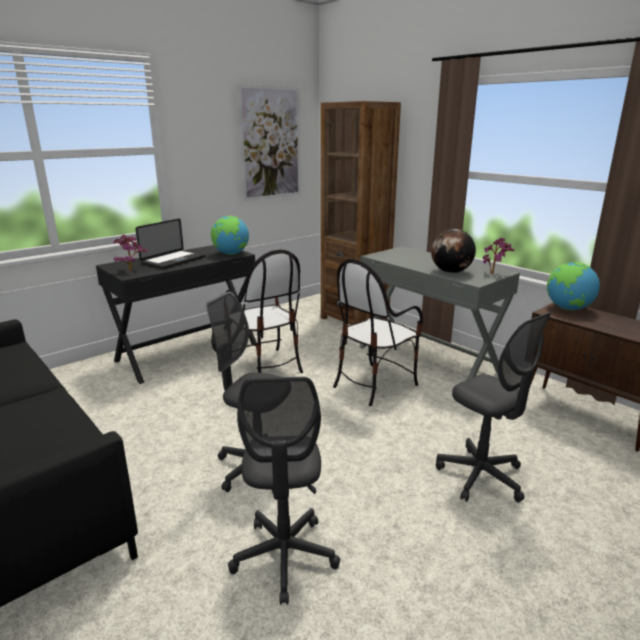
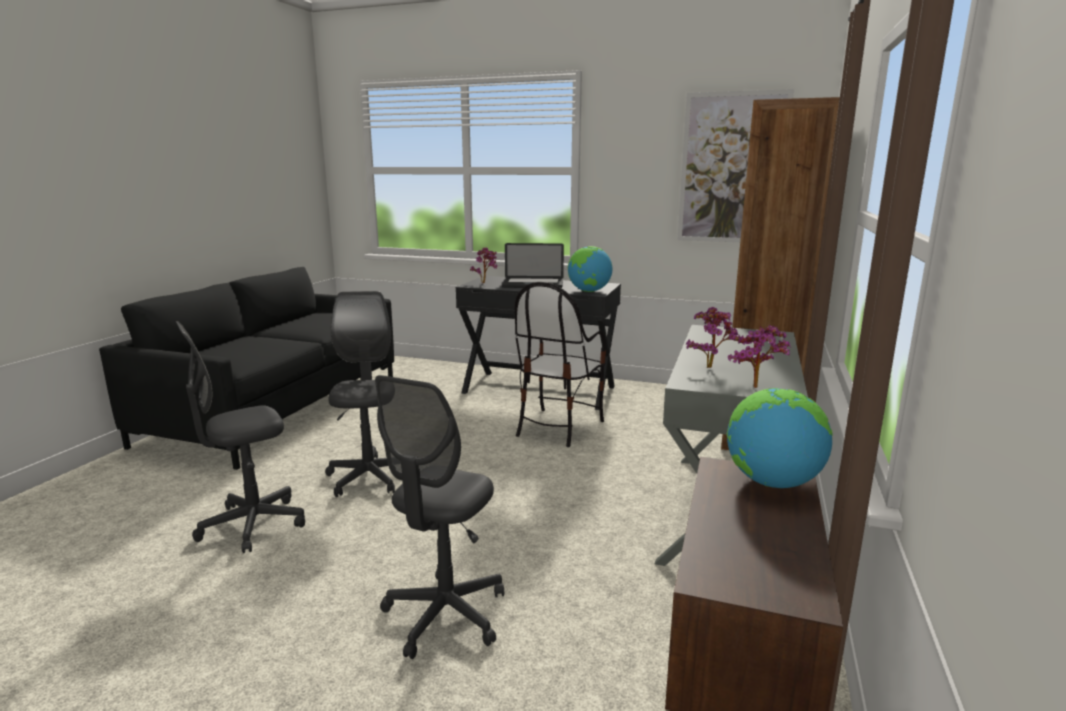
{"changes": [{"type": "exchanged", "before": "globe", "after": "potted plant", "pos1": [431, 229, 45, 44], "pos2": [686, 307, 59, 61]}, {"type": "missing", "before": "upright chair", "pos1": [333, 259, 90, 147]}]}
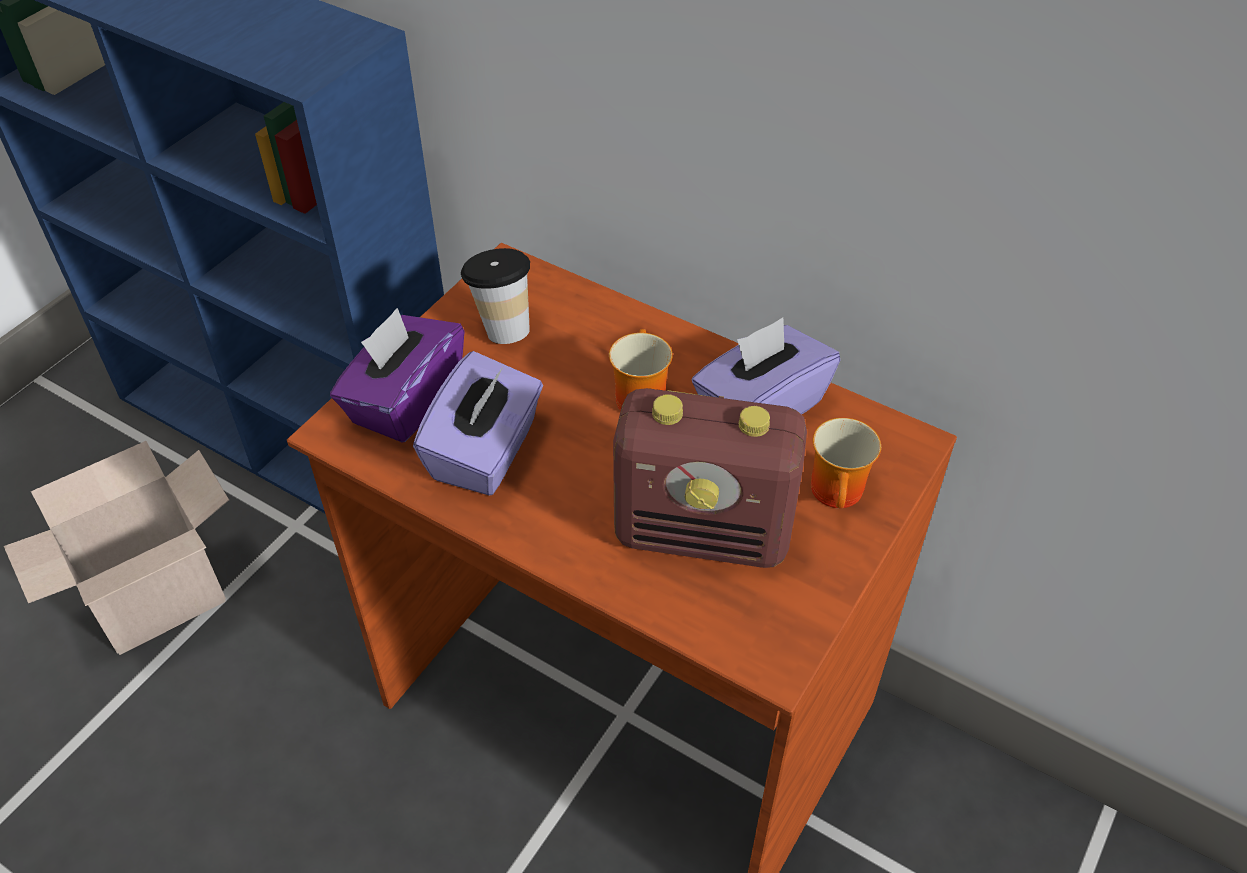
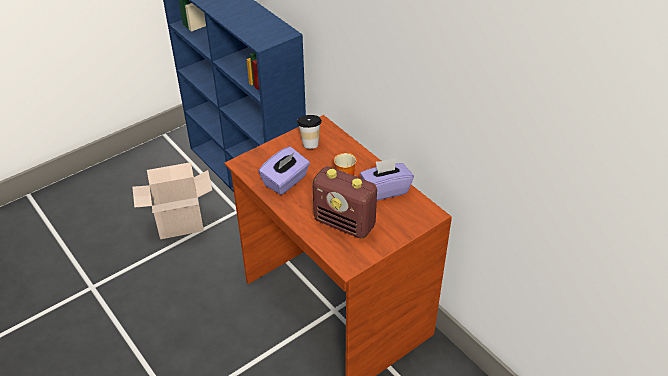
{"changes": [{"type": "missing", "before": "purple box of tissues", "pos1": [330, 308, 135, 135]}, {"type": "missing", "before": "tea mug", "pos1": [811, 418, 70, 90]}]}
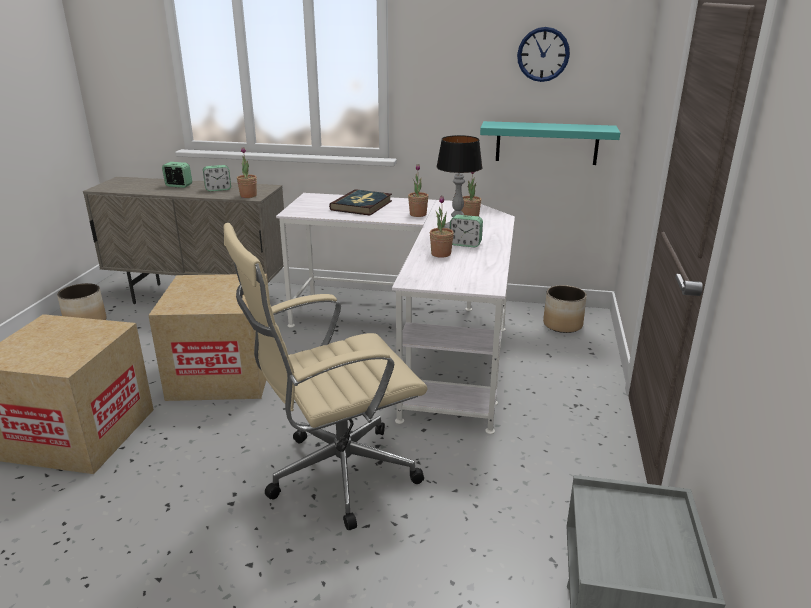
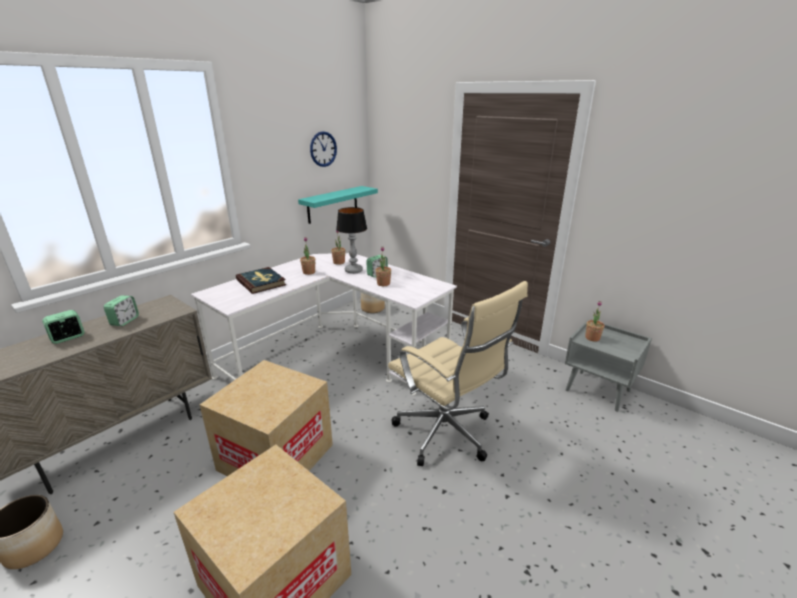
{"changes": [{"type": "spun", "before": "sand-coloured computer chair", "pos1": [224, 223, 203, 307], "pos2": [388, 281, 140, 185], "turn": -45}, {"type": "relocated", "before": "potted plant", "pos1": [237, 147, 20, 51], "pos2": [585, 301, 20, 41]}]}
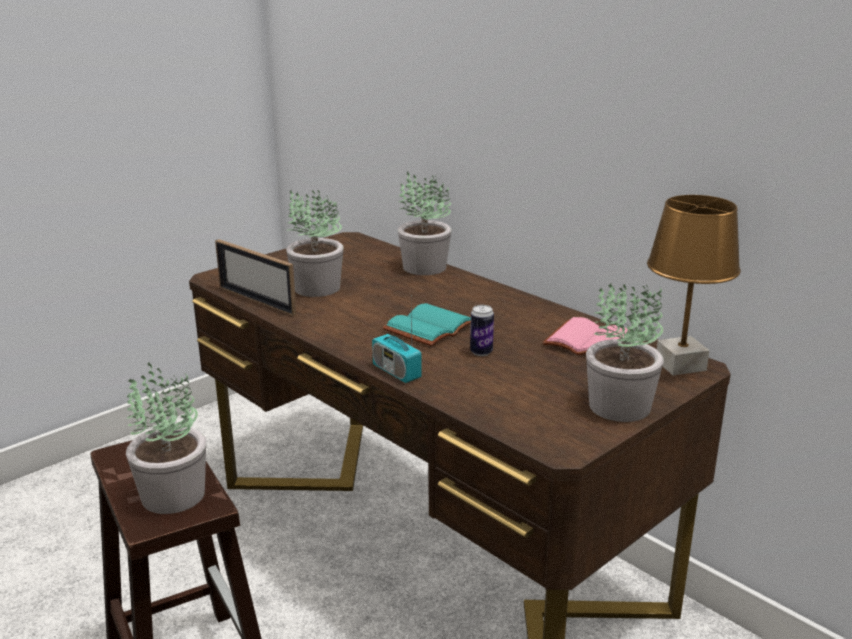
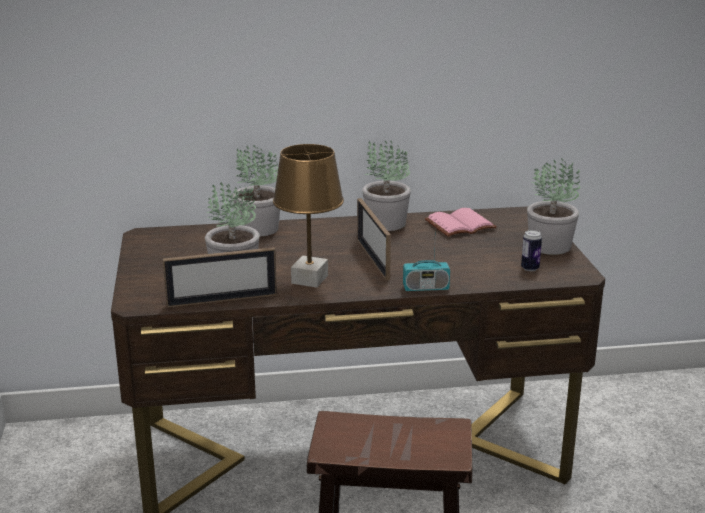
{"changes": [{"type": "relocated", "before": "brownish lamp for a table", "pos1": [647, 195, 94, 181], "pos2": [273, 144, 71, 144]}, {"type": "exchanged", "before": "blue-green volume", "after": "photo frame", "pos1": [383, 303, 88, 43], "pos2": [357, 198, 34, 82]}, {"type": "relocated", "before": "potted plant", "pos1": [126, 362, 80, 152], "pos2": [362, 141, 49, 90]}, {"type": "relocated", "before": "sealed can", "pos1": [470, 305, 24, 51], "pos2": [521, 230, 21, 41]}]}
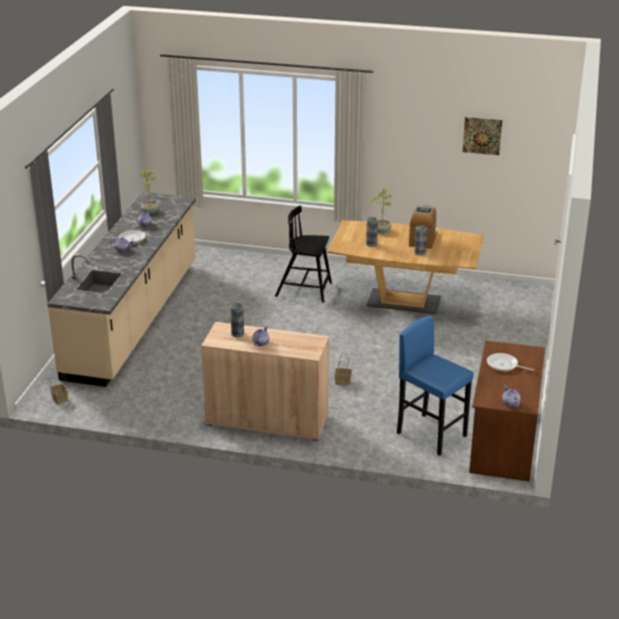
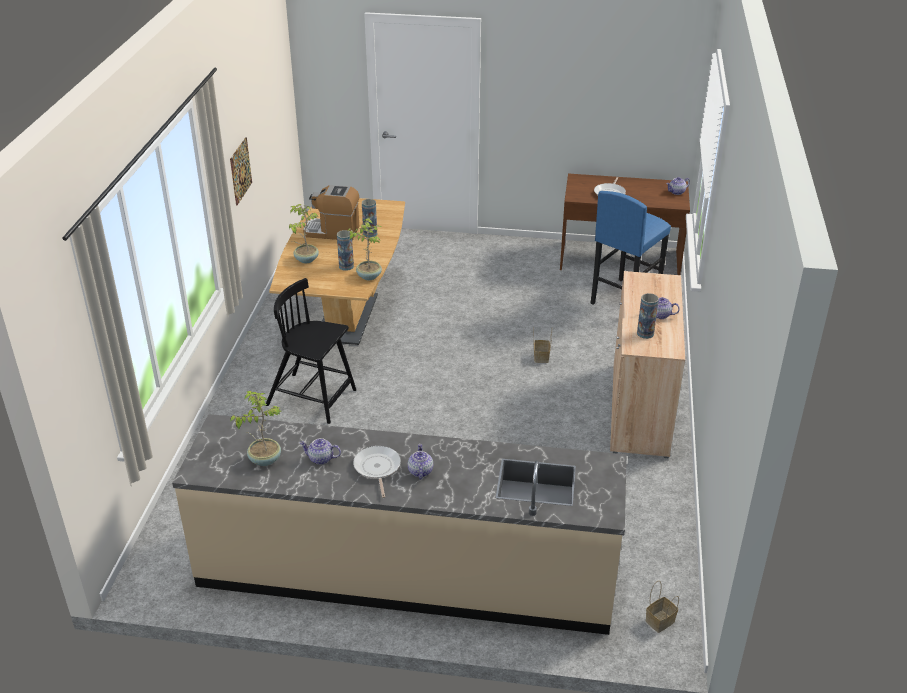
{"changes": [{"type": "relocated", "before": "picture", "pos1": [463, 117, 39, 38], "pos2": [230, 137, 22, 68]}, {"type": "spun", "before": "black upright chair", "pos1": [275, 205, 57, 97], "pos2": [266, 278, 90, 146], "turn": 105}, {"type": "appeared", "after": "potted plant", "pos2": [346, 218, 36, 62]}]}
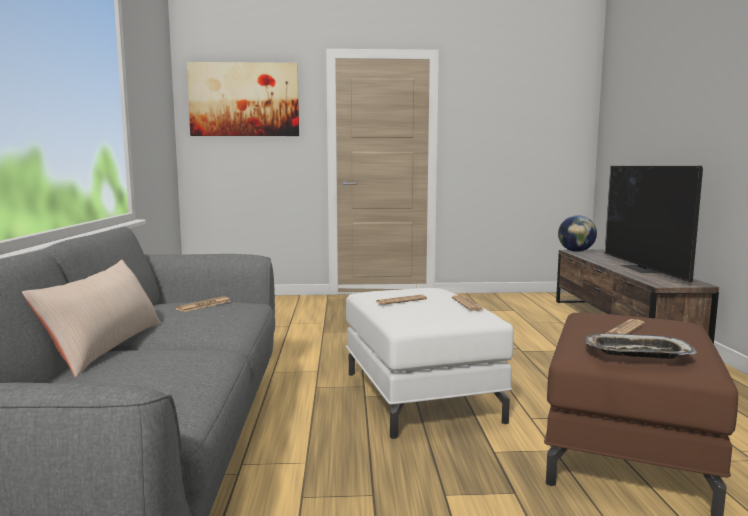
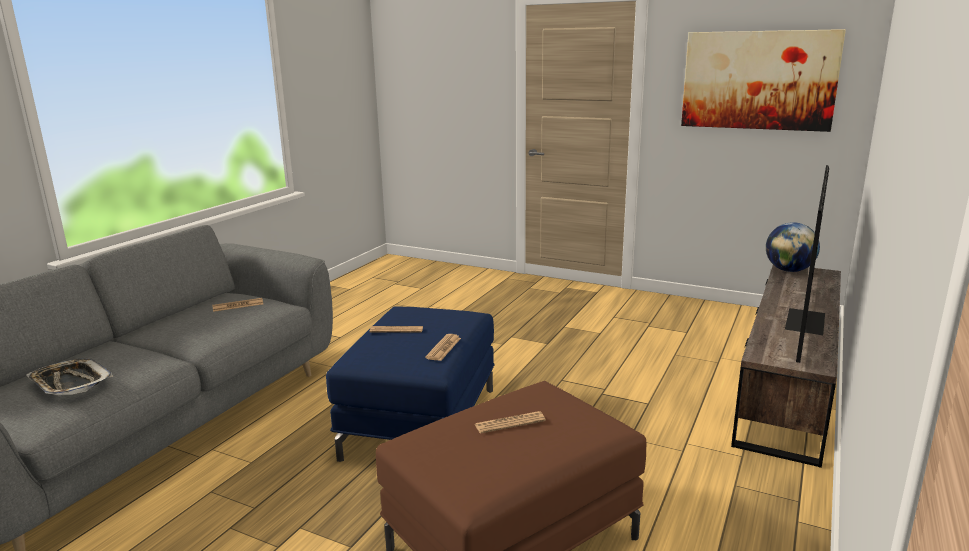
{"changes": [{"type": "relocated", "before": "carrying tray", "pos1": [585, 333, 112, 26], "pos2": [26, 358, 87, 38]}, {"type": "colour", "before": "white ottoman", "after": "blue ottoman", "pos1": [346, 288, 168, 151], "pos2": [326, 306, 169, 156]}, {"type": "relocated", "before": "picture", "pos1": [187, 62, 112, 74], "pos2": [681, 29, 165, 103]}, {"type": "missing", "before": "sand-coloured throw pillow", "pos1": [22, 260, 139, 117]}]}
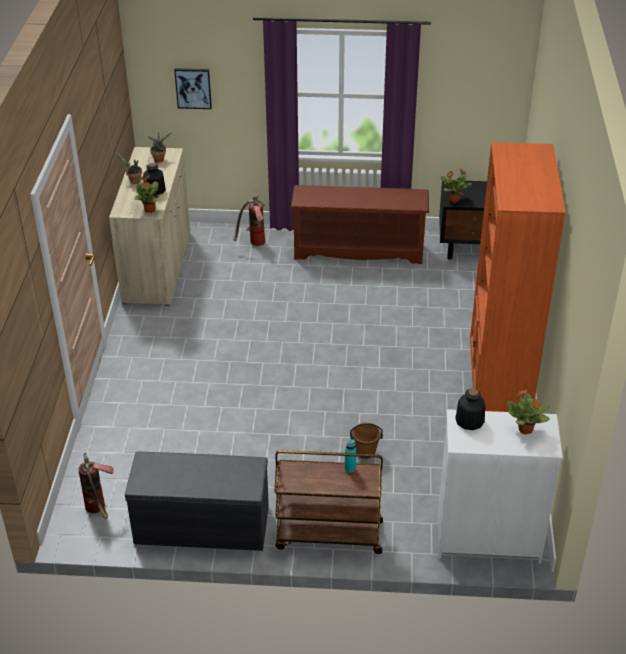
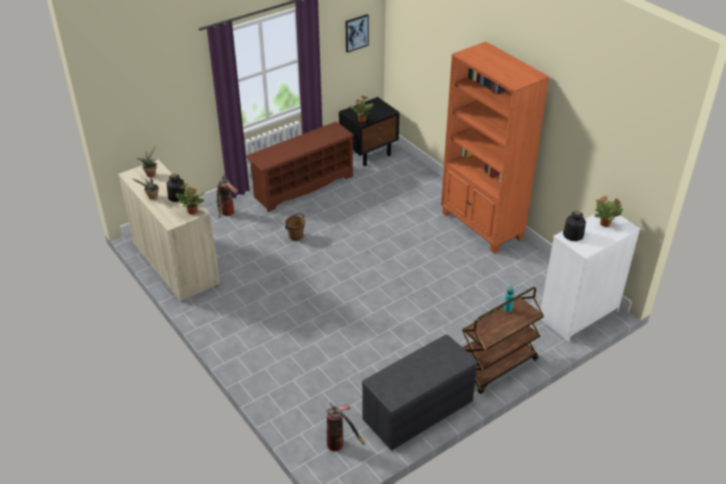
{"changes": [{"type": "relocated", "before": "brownish pail", "pos1": [350, 423, 33, 36], "pos2": [285, 213, 21, 28]}, {"type": "relocated", "before": "picture", "pos1": [174, 68, 38, 41], "pos2": [346, 14, 23, 39]}]}
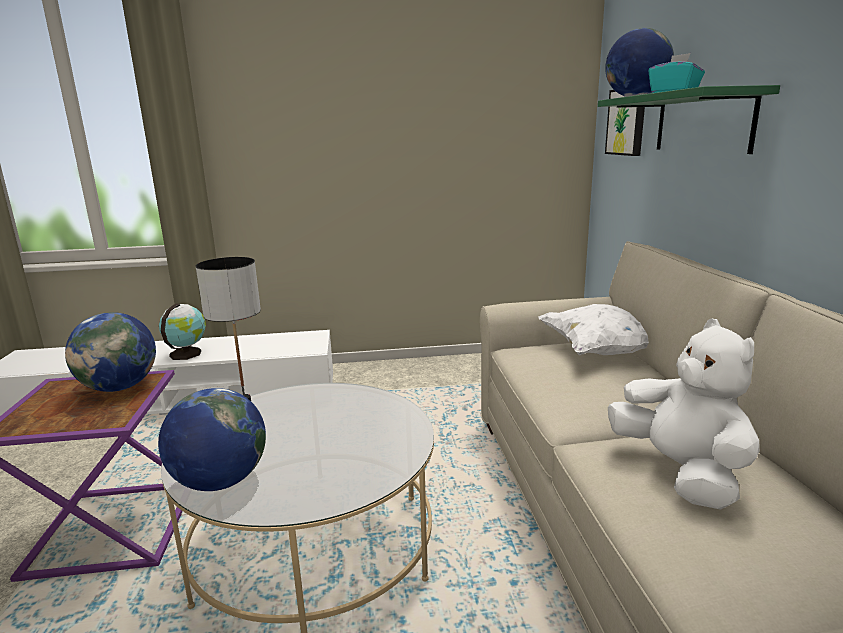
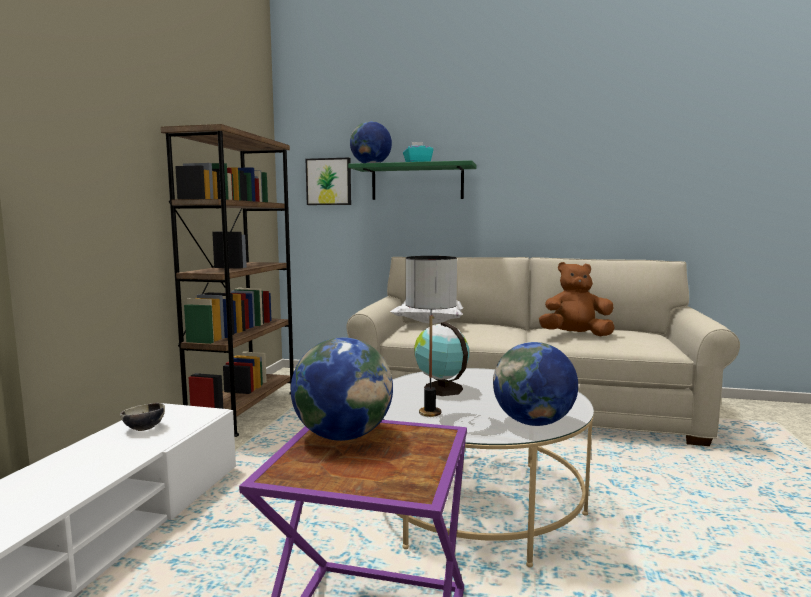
{"changes": [{"type": "appeared", "after": "serving bowl", "pos2": [120, 403, 45, 28]}, {"type": "appeared", "after": "brownish bookshelf", "pos2": [161, 124, 133, 313]}, {"type": "relocated", "before": "globe", "pos1": [159, 303, 47, 57], "pos2": [414, 322, 55, 74]}, {"type": "colour", "before": "white soft toy", "after": "brownish soft toy", "pos1": [608, 319, 152, 191], "pos2": [539, 262, 76, 75]}]}
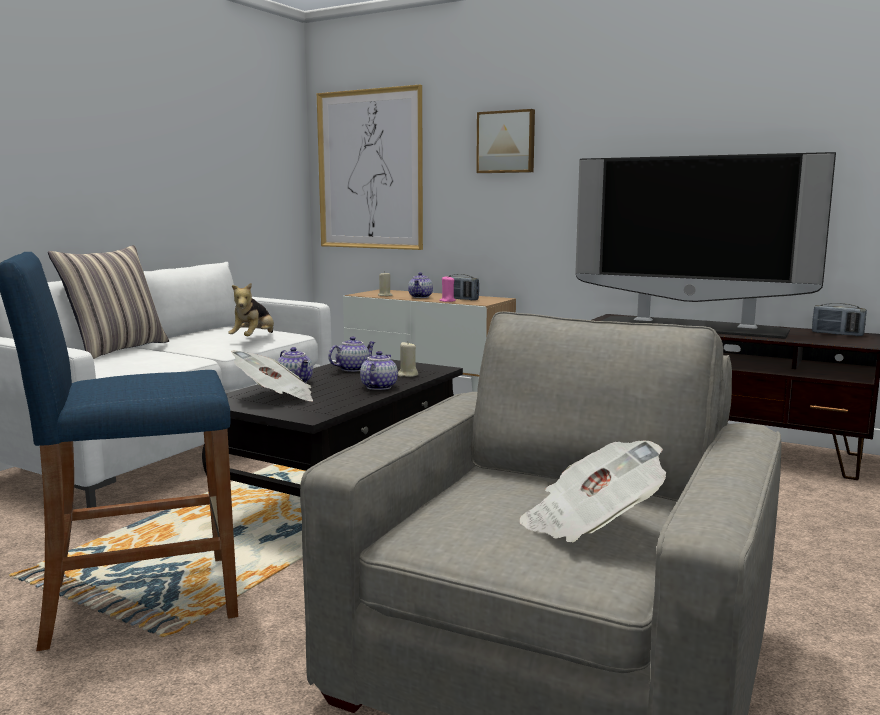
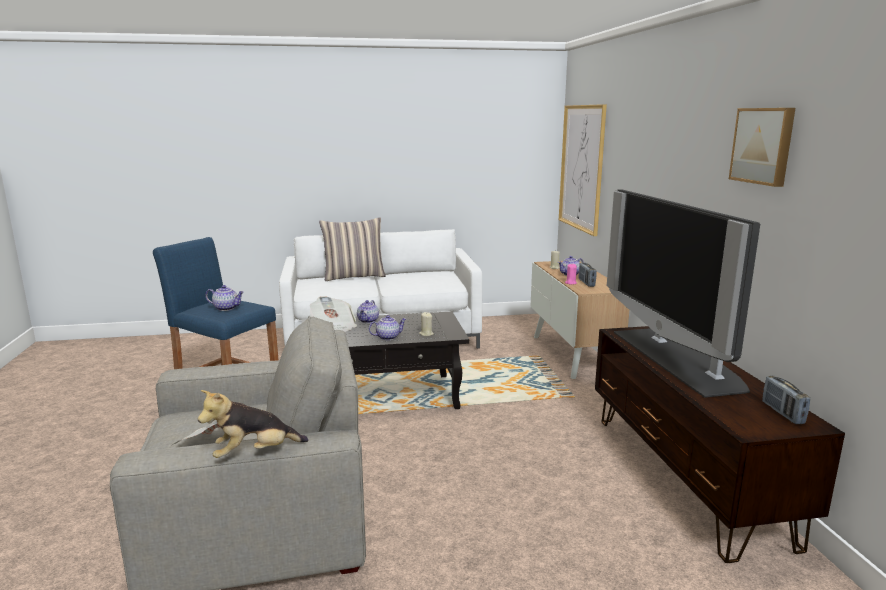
{"changes": [{"type": "relocated", "before": "soft toy", "pos1": [228, 283, 46, 53], "pos2": [198, 390, 111, 68]}, {"type": "relocated", "before": "tea pot", "pos1": [328, 336, 47, 36], "pos2": [205, 285, 39, 26]}, {"type": "relocated", "before": "picture", "pos1": [476, 109, 59, 64], "pos2": [729, 108, 66, 79]}]}
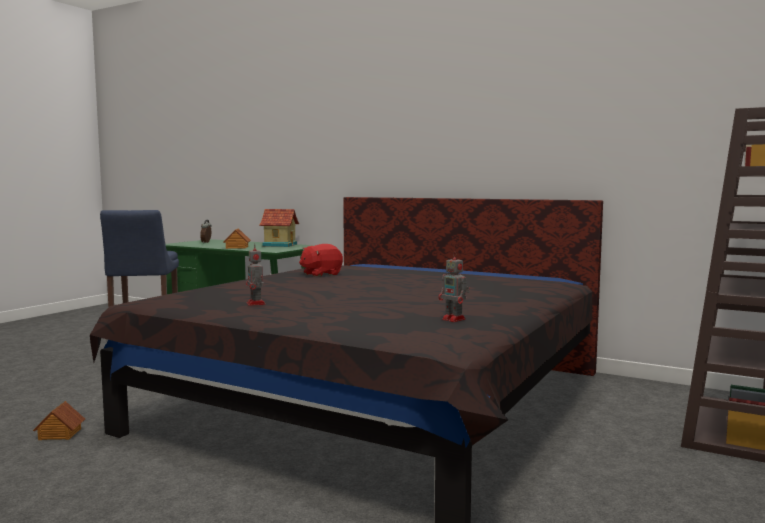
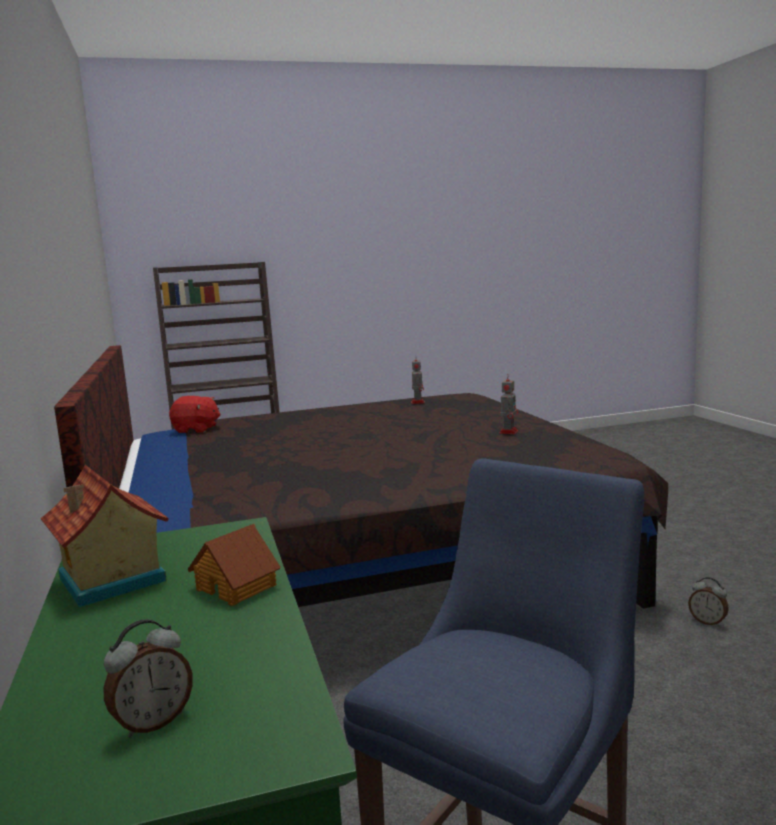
{"changes": [{"type": "relocated", "before": "red-coloured soft toy", "pos1": [299, 244, 44, 33], "pos2": [169, 396, 52, 37]}, {"type": "exchanged", "before": "model house", "after": "table clock", "pos1": [33, 401, 52, 39], "pos2": [688, 577, 41, 50]}]}
